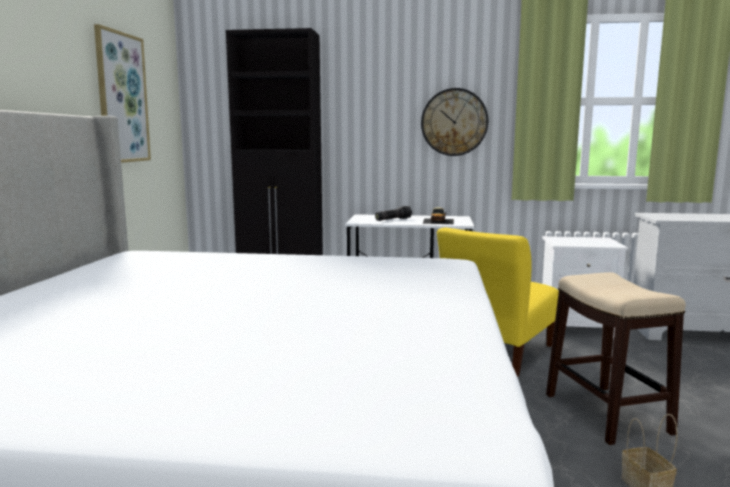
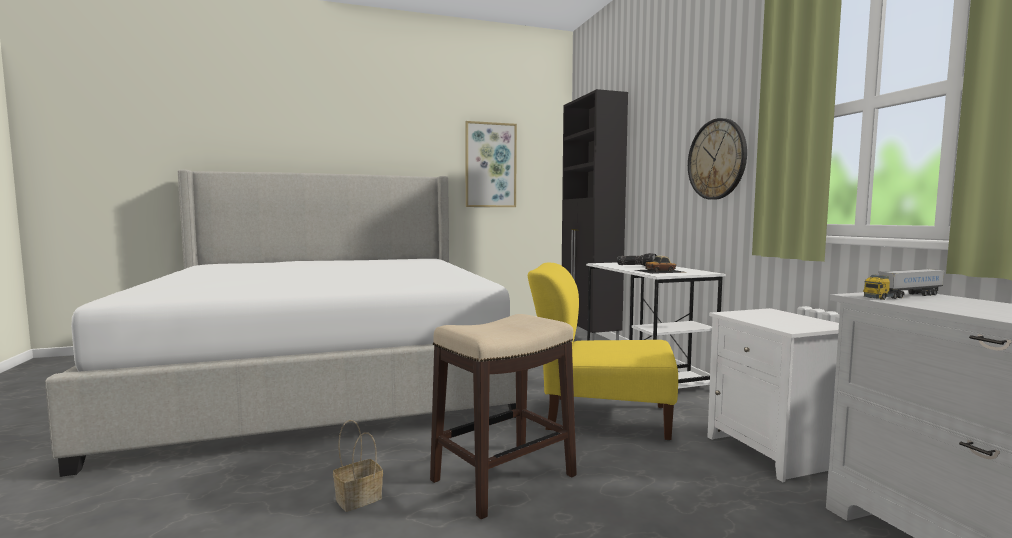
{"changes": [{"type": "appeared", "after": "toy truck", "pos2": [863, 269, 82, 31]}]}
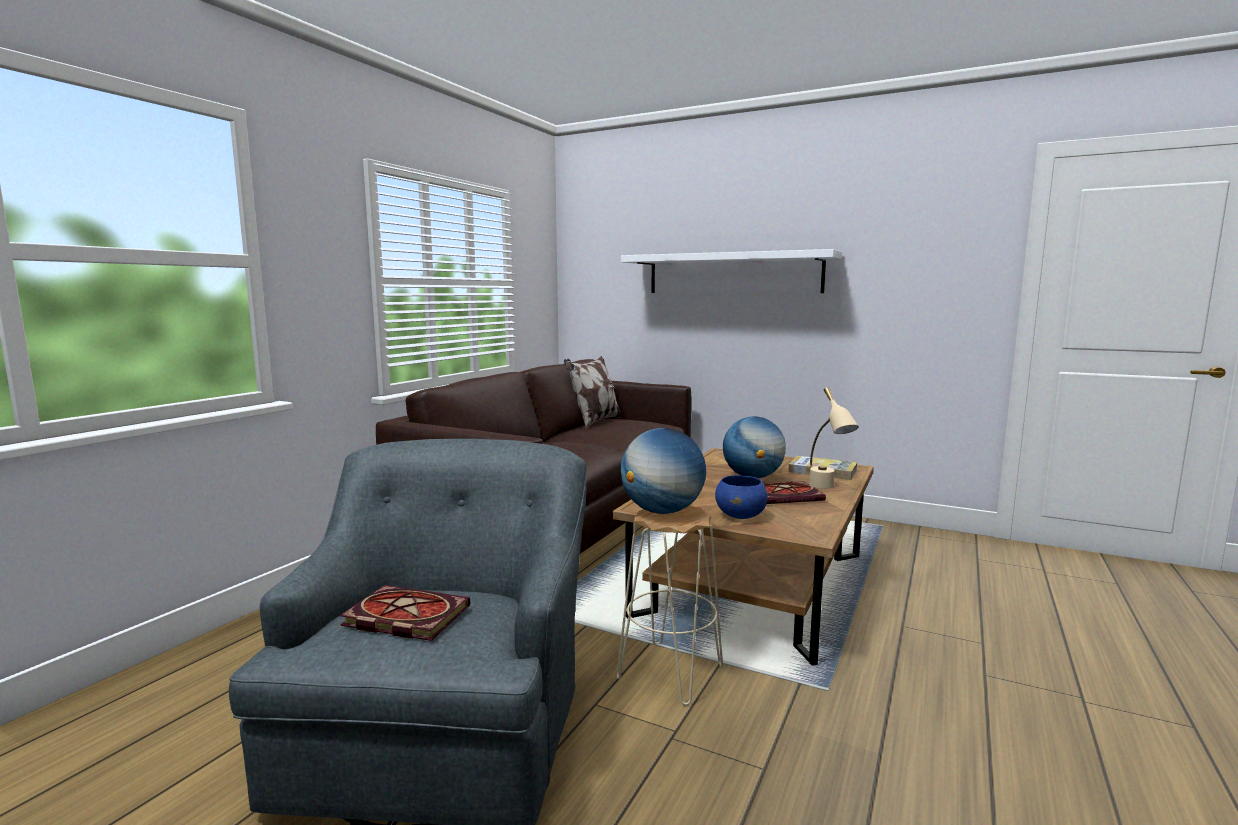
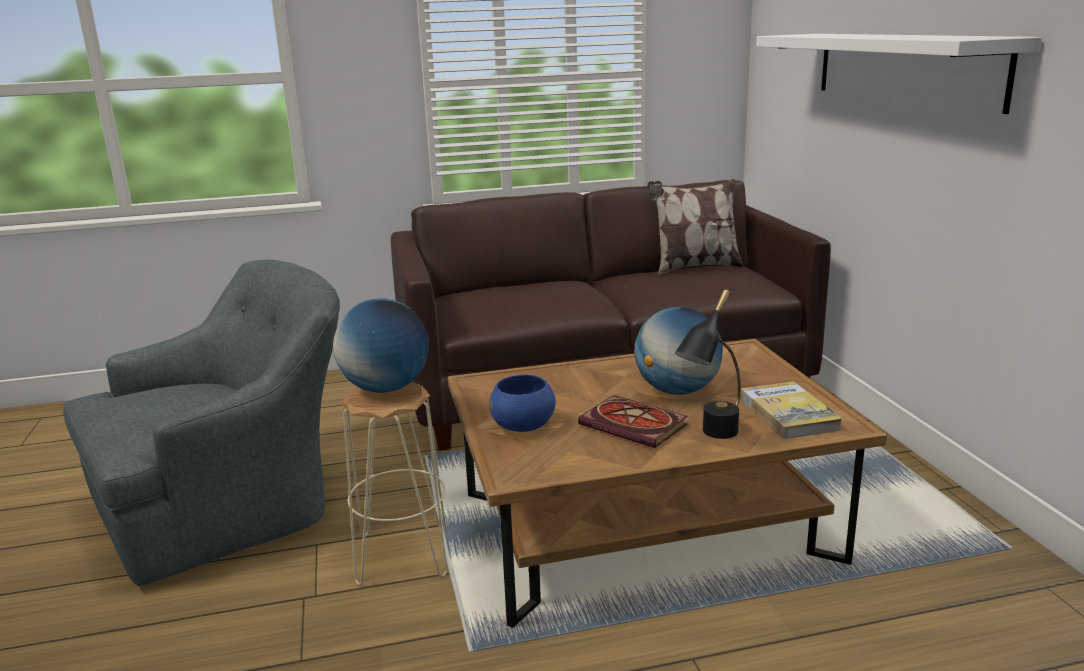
{"changes": [{"type": "colour", "before": "sand-coloured lamp for a table", "after": "black lamp for a table", "pos1": [809, 387, 50, 102], "pos2": [675, 290, 66, 149]}, {"type": "missing", "before": "volume", "pos1": [340, 585, 130, 56]}]}
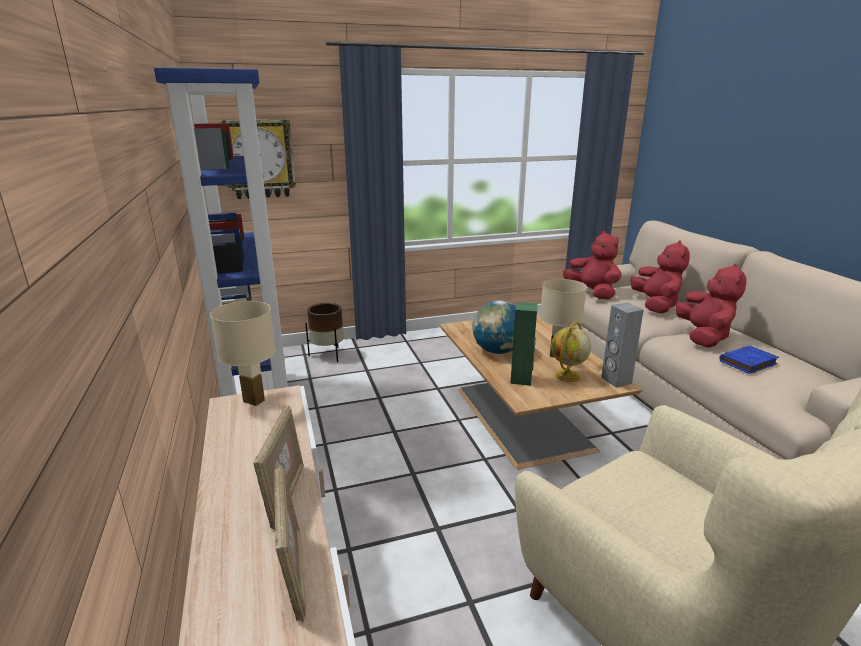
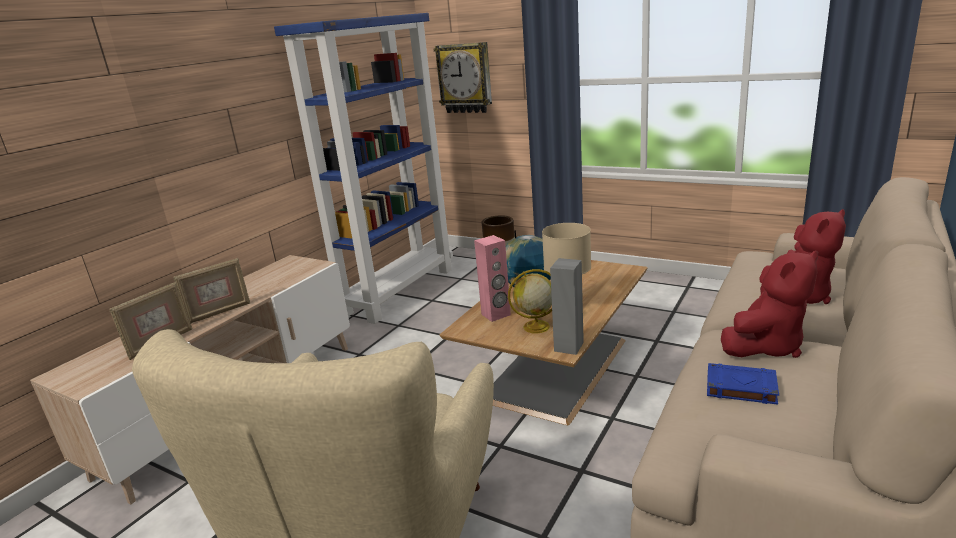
{"changes": [{"type": "colour", "before": "green-coloured speaker", "after": "pinkish speaker", "pos1": [510, 302, 28, 84], "pos2": [474, 235, 37, 87]}, {"type": "missing", "before": "sand-coloured lamp for a table", "pos1": [210, 301, 66, 105]}, {"type": "missing", "before": "red-coloured soft toy", "pos1": [563, 231, 58, 69]}]}
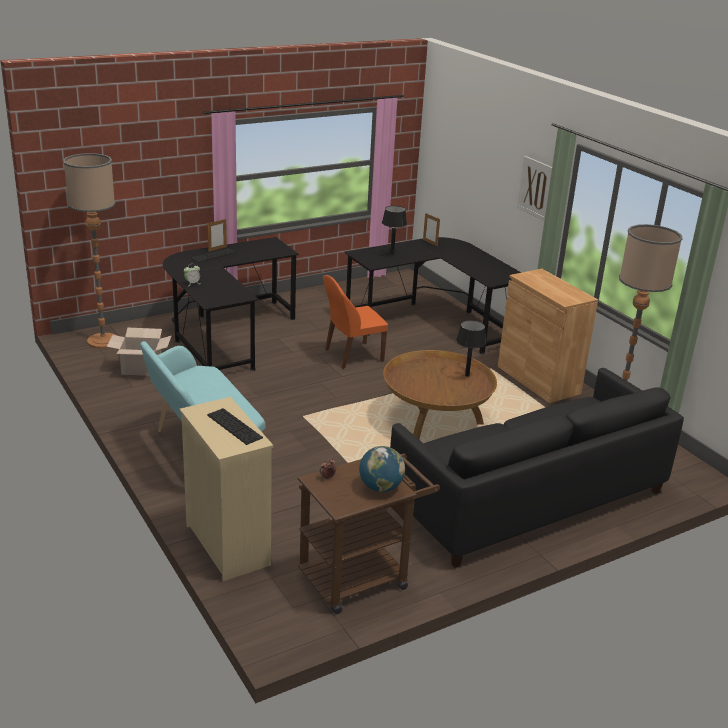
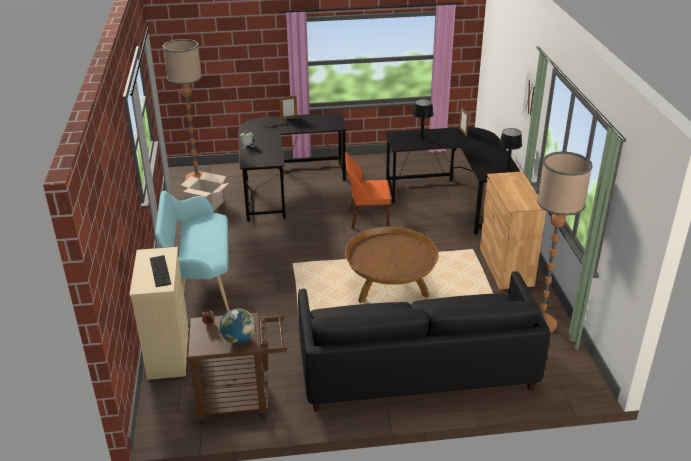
{"changes": [{"type": "relocated", "before": "black lamp for a table", "pos1": [456, 320, 30, 57], "pos2": [499, 128, 23, 44]}]}
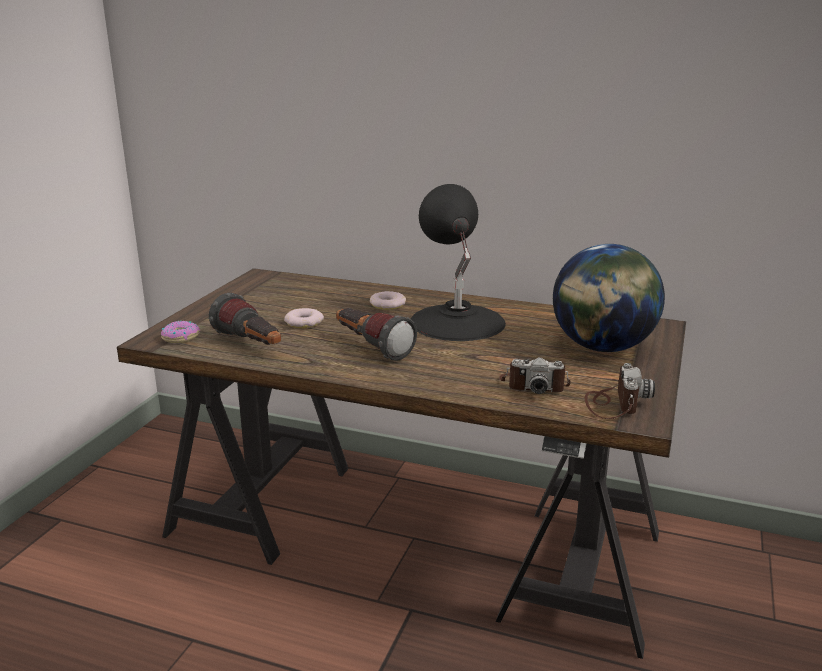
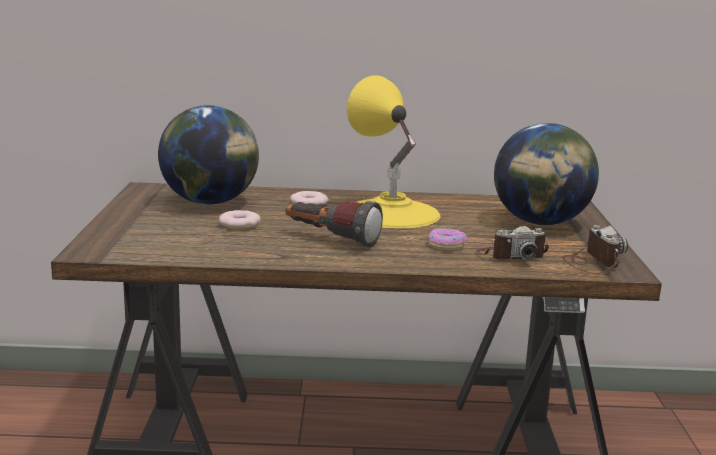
{"changes": [{"type": "appeared", "after": "globe", "pos2": [158, 105, 101, 100]}, {"type": "colour", "before": "black lamp for a table", "after": "yellow lamp for a table", "pos1": [411, 184, 95, 157], "pos2": [347, 75, 94, 153]}, {"type": "relocated", "before": "doughnut", "pos1": [161, 321, 39, 22], "pos2": [428, 228, 39, 22]}, {"type": "missing", "before": "flashlight", "pos1": [209, 293, 72, 52]}]}
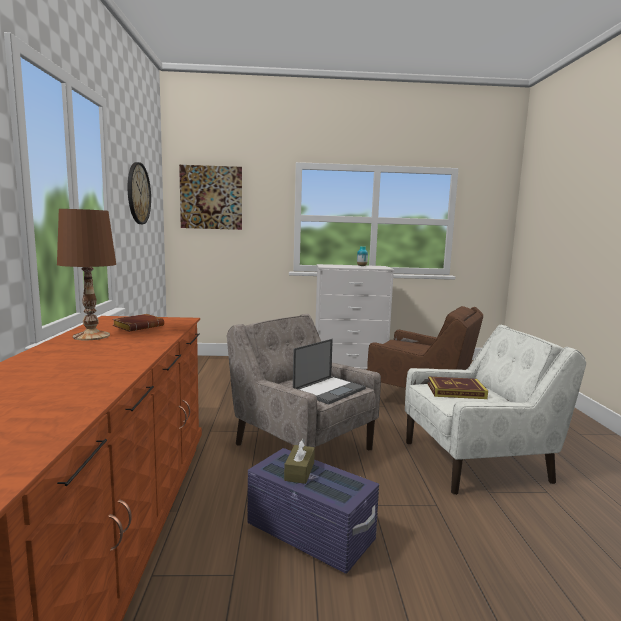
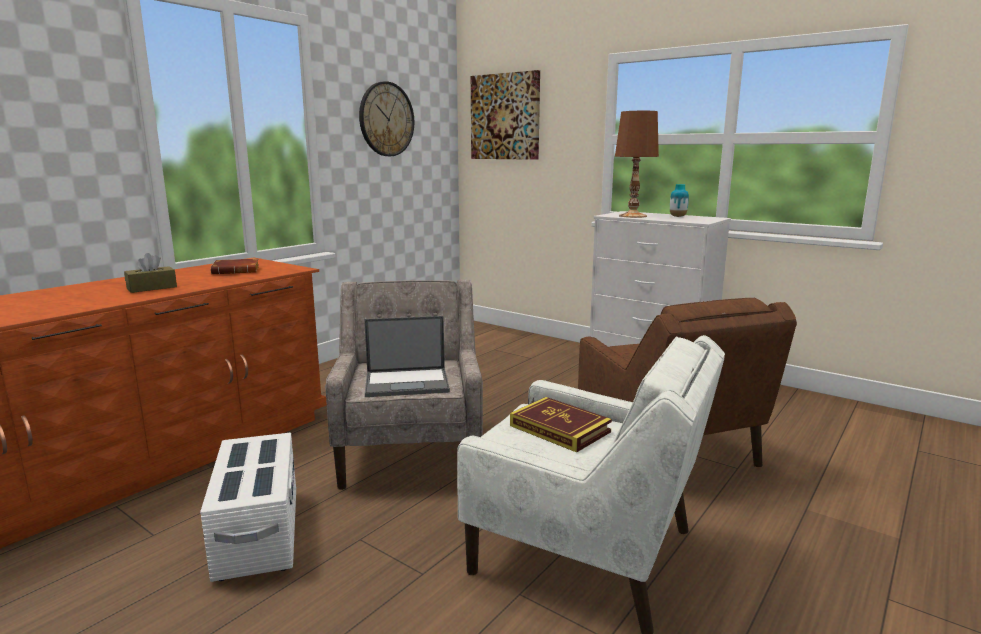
{"changes": [{"type": "relocated", "before": "brownish box of tissues", "pos1": [284, 439, 31, 45], "pos2": [124, 253, 53, 40]}, {"type": "colour", "before": "purple storage bin", "after": "white storage bin", "pos1": [247, 448, 132, 126], "pos2": [200, 433, 96, 149]}, {"type": "relocated", "before": "brownish lamp for a table", "pos1": [57, 209, 59, 131], "pos2": [615, 111, 44, 107]}]}
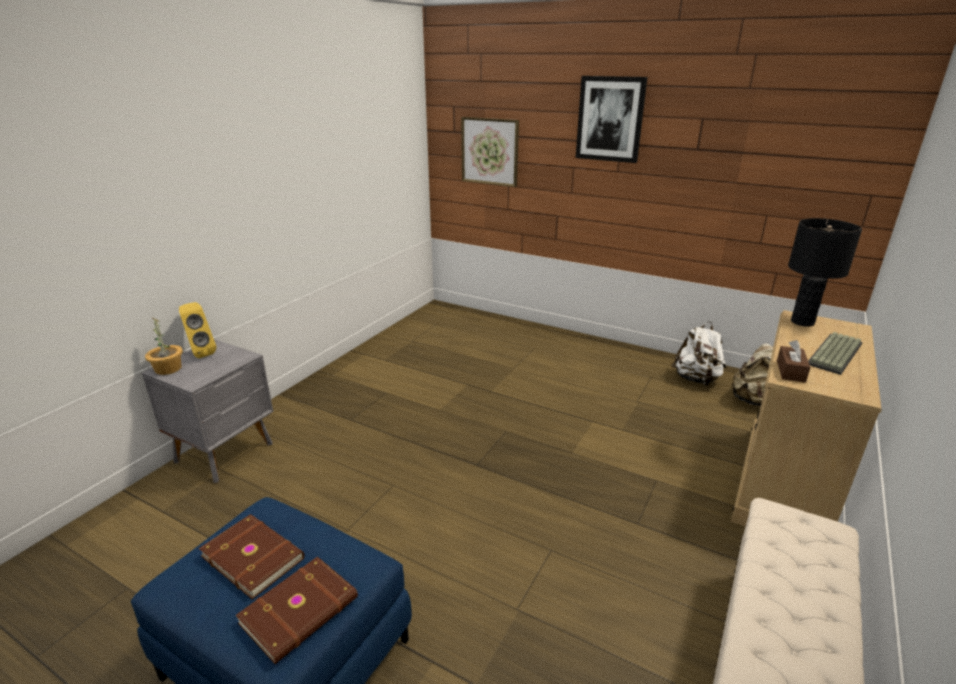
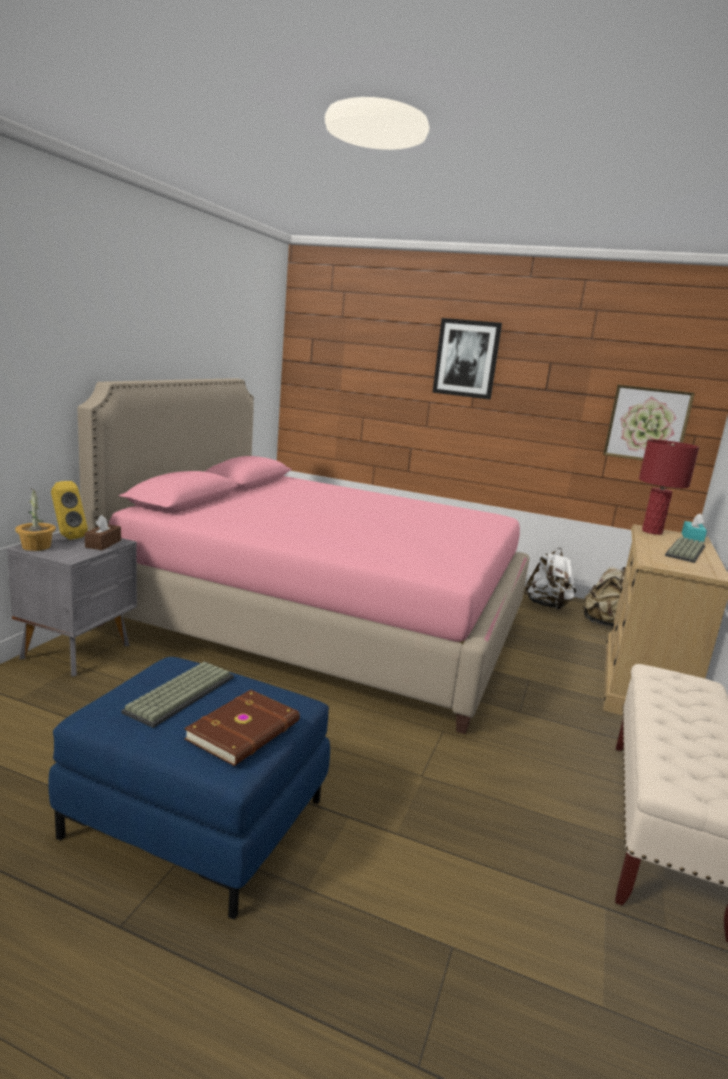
{"changes": [{"type": "appeared", "after": "pinkish bed", "pos2": [77, 378, 453, 356]}, {"type": "relocated", "before": "brownish box of tissues", "pos1": [777, 340, 34, 43], "pos2": [85, 515, 36, 35]}, {"type": "exchanged", "before": "brownish volume", "after": "keyboard", "pos1": [199, 514, 106, 85], "pos2": [121, 662, 113, 66]}, {"type": "relocated", "before": "picture", "pos1": [461, 117, 58, 70], "pos2": [603, 385, 92, 76]}, {"type": "colour", "before": "black lamp for a table", "after": "red-coloured lamp for a table", "pos1": [788, 218, 74, 109], "pos2": [639, 439, 60, 96]}, {"type": "appeared", "after": "blue-green box of tissues", "pos2": [682, 514, 25, 28]}]}
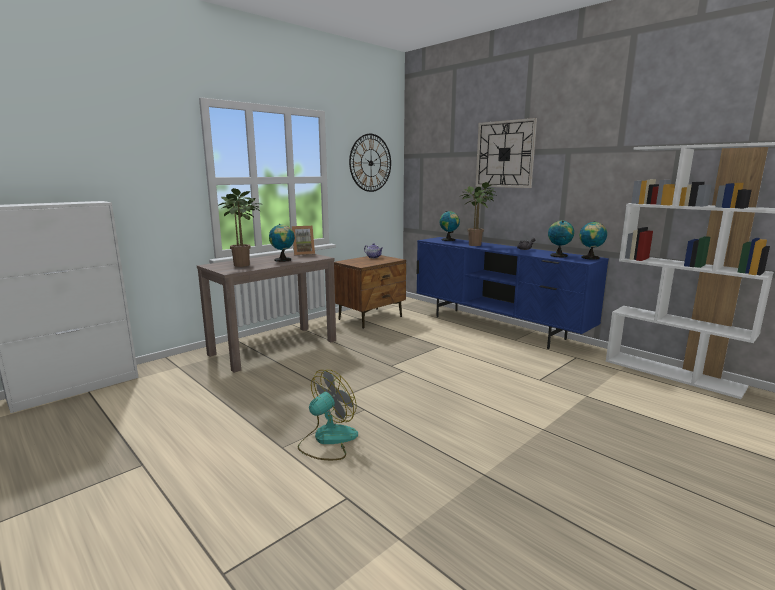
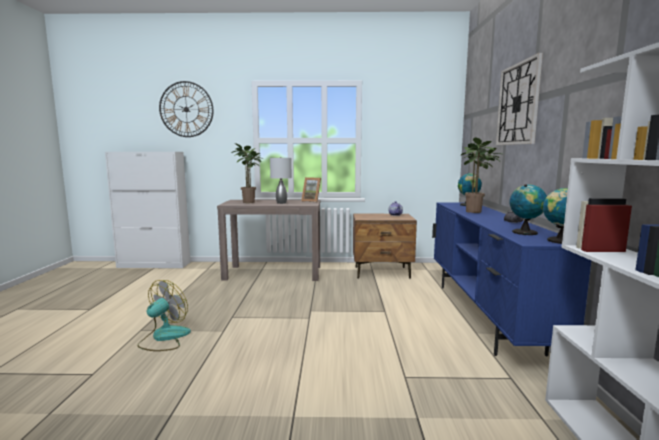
{"changes": [{"type": "spun", "before": "fan", "pos1": [298, 370, 60, 90], "pos2": [137, 280, 54, 71], "turn": -60}, {"type": "relocated", "before": "wall clock", "pos1": [349, 134, 42, 58], "pos2": [159, 81, 55, 56]}, {"type": "exchanged", "before": "globe", "after": "greyish lamp for a table", "pos1": [269, 224, 26, 38], "pos2": [270, 157, 22, 47]}]}
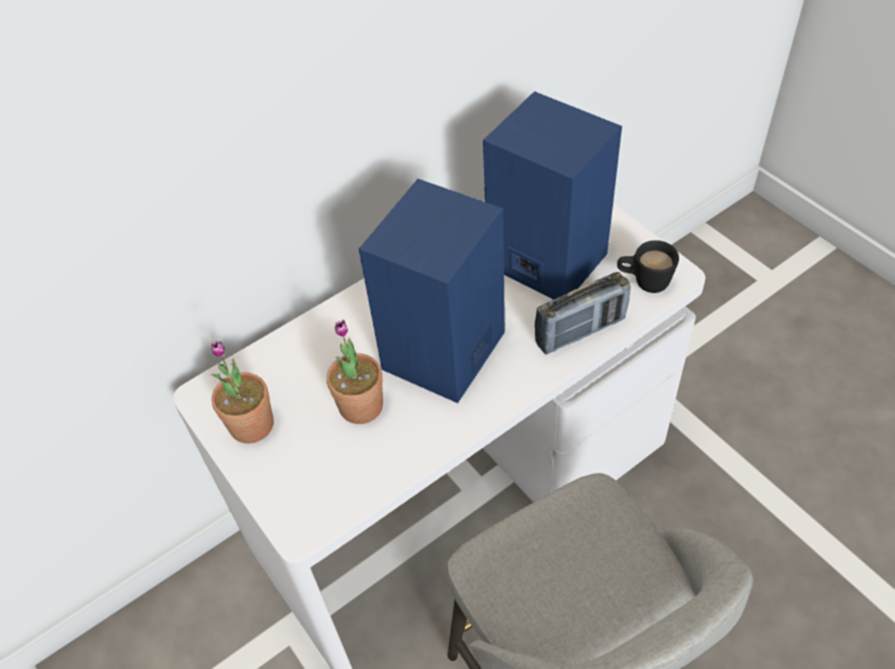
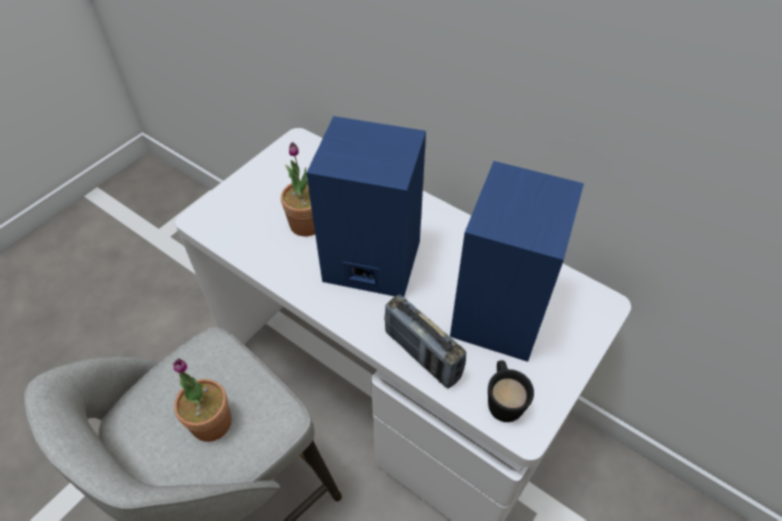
{"changes": [{"type": "relocated", "before": "potted plant", "pos1": [211, 341, 63, 102], "pos2": [173, 358, 59, 84]}]}
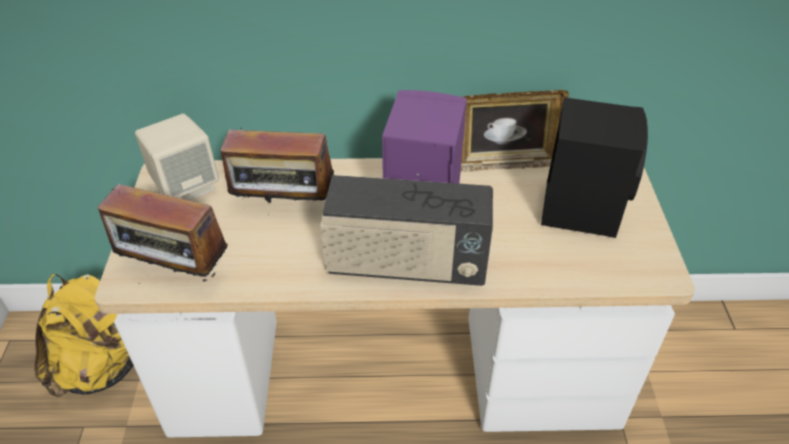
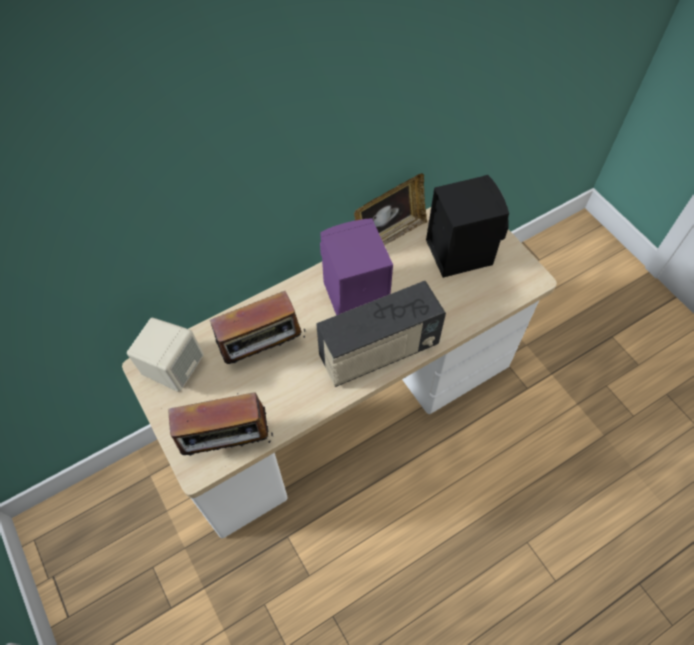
{"changes": [{"type": "missing", "before": "yellow backpack", "pos1": [34, 274, 100, 123]}]}
